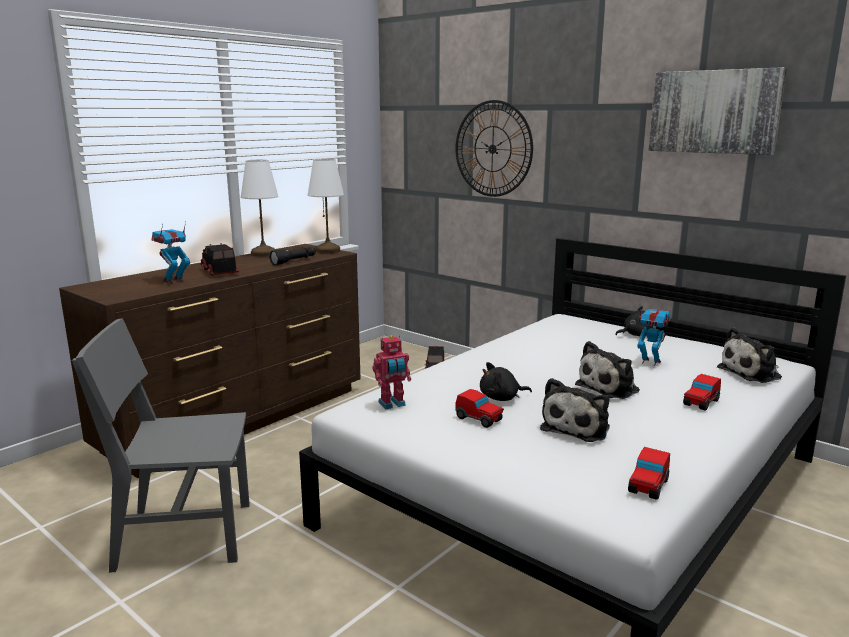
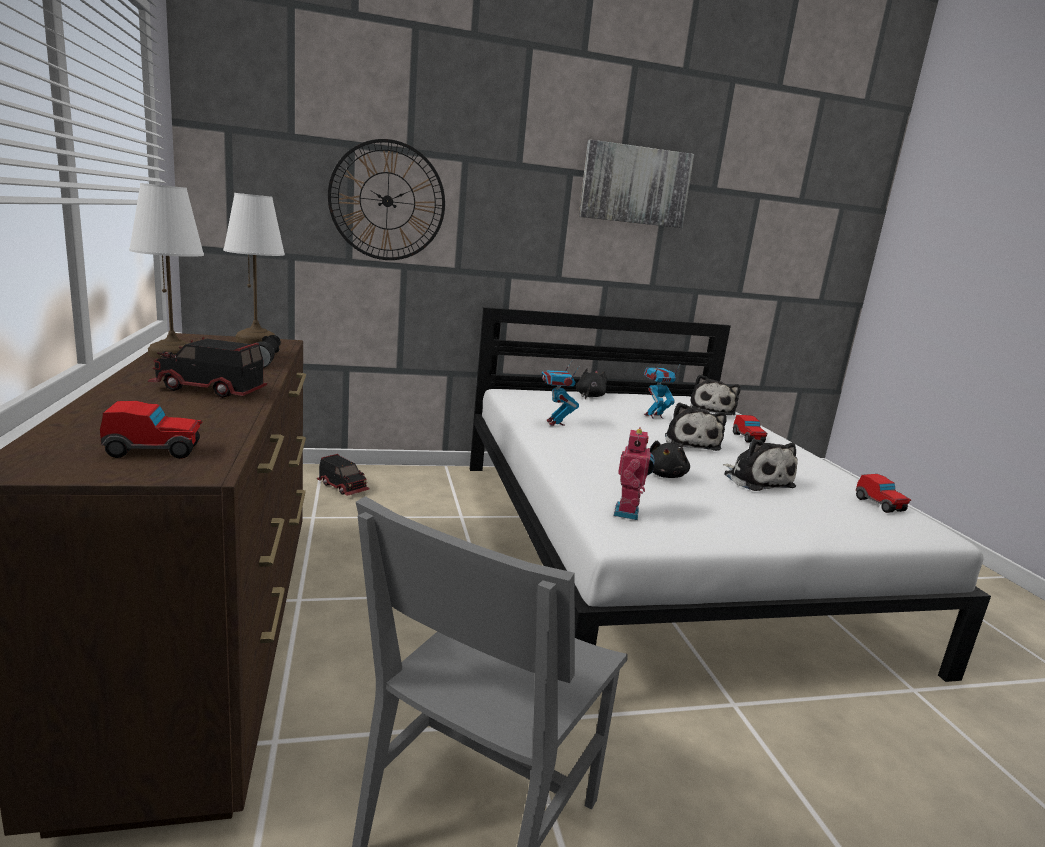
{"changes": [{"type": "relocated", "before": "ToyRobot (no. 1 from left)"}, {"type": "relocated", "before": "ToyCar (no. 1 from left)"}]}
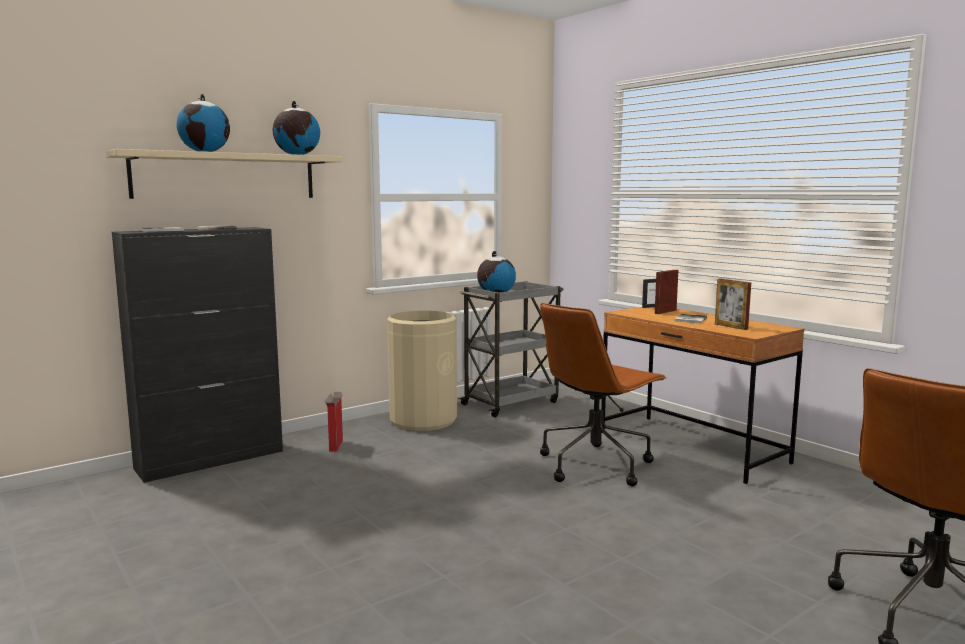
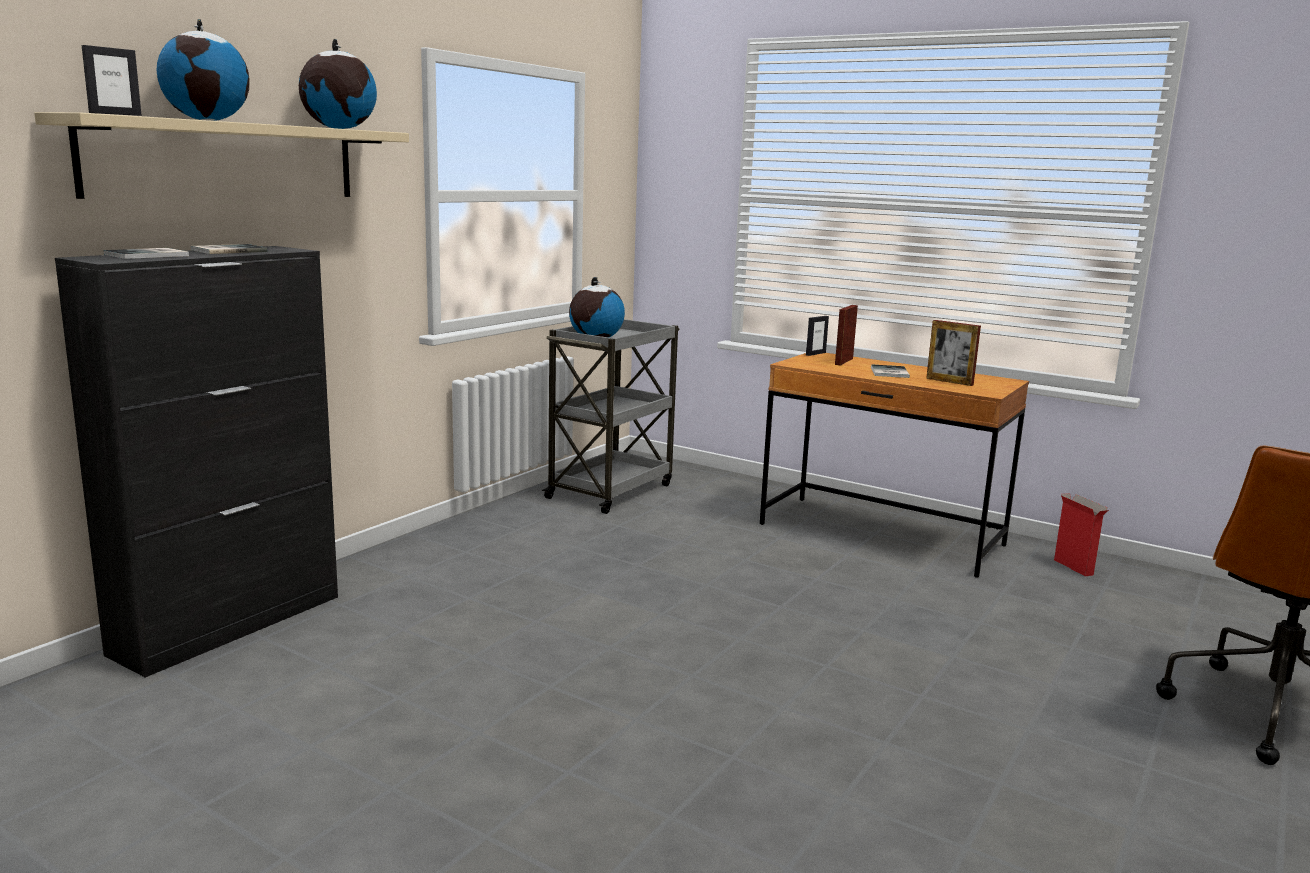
{"changes": [{"type": "missing", "before": "BeigeTrashCan"}, {"type": "missing", "before": "BrownOfficeChair (no. 1 from left)"}, {"type": "appeared", "after": "PictureFrame (no. 1 from left)"}, {"type": "relocated", "before": "CardboardBox"}]}
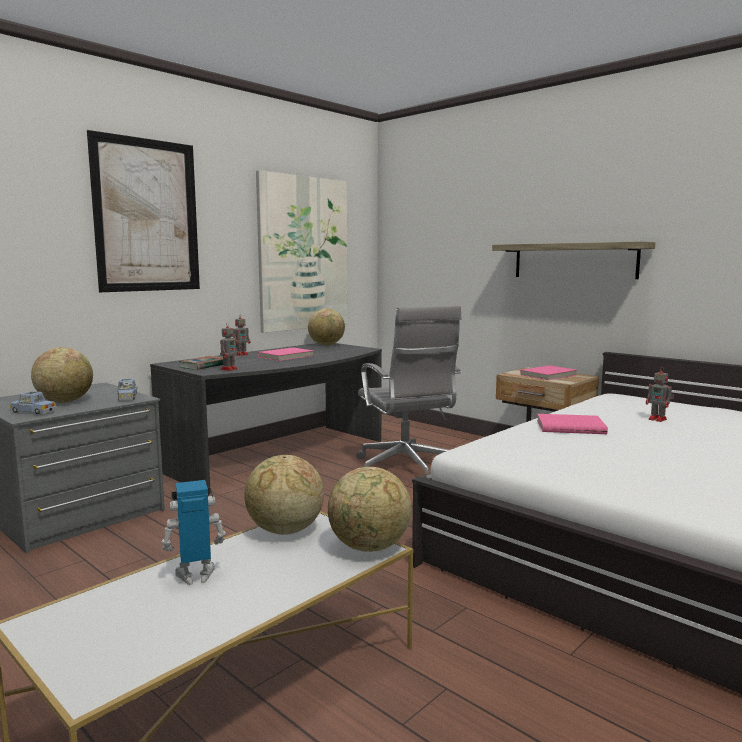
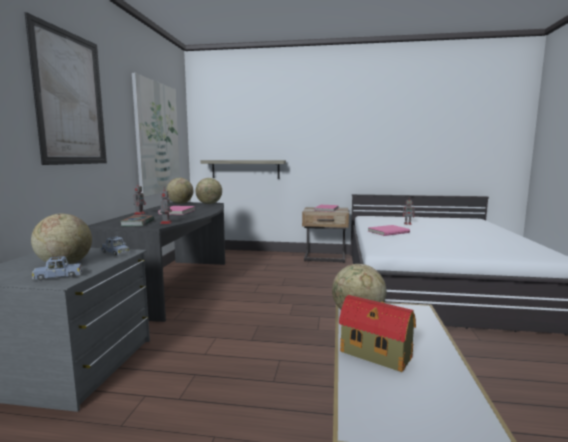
{"changes": [{"type": "missing", "before": "GreyOfficeChair"}, {"type": "relocated", "before": "Globe (no. 4 from left in the first image)", "after": "Globe (no. 3 from left)"}, {"type": "relocated", "before": "Shelf"}, {"type": "exchanged", "before": "ToyRobot (no. 1 from left)", "after": "ToyHouse"}]}
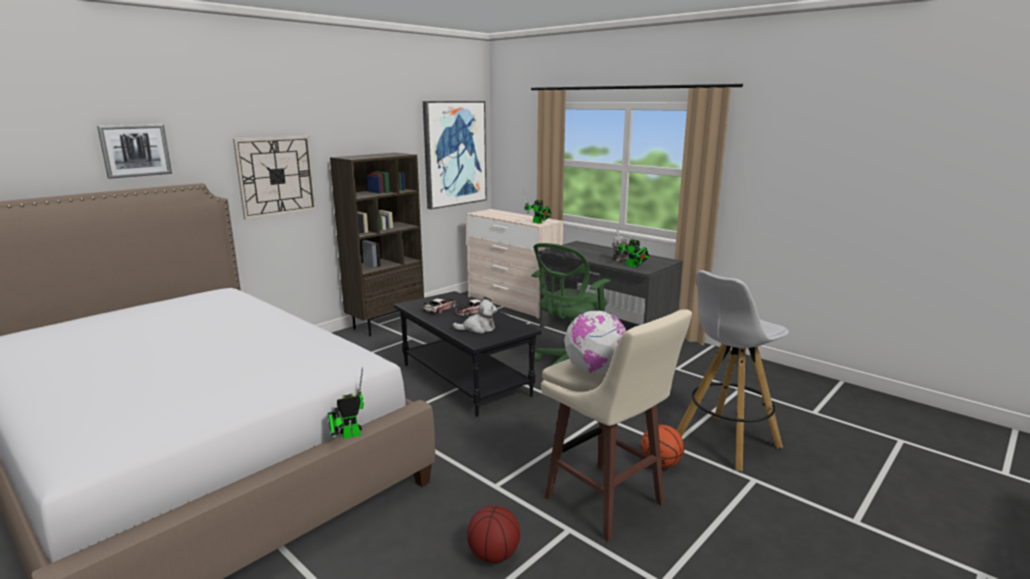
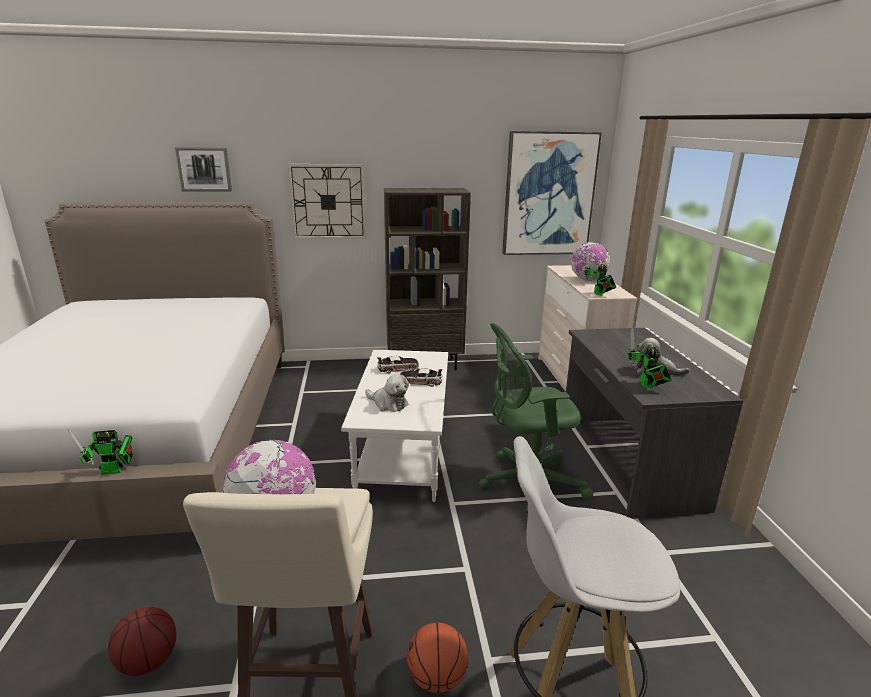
{"changes": [{"type": "appeared", "after": "Globe (no. 2 from left)"}, {"type": "colour", "before": "BlackCoffeeTable", "after": "WhiteCoffeeTable"}, {"type": "spun", "before": "ToyRobot (no. 1 from left)", "turn": 150}]}
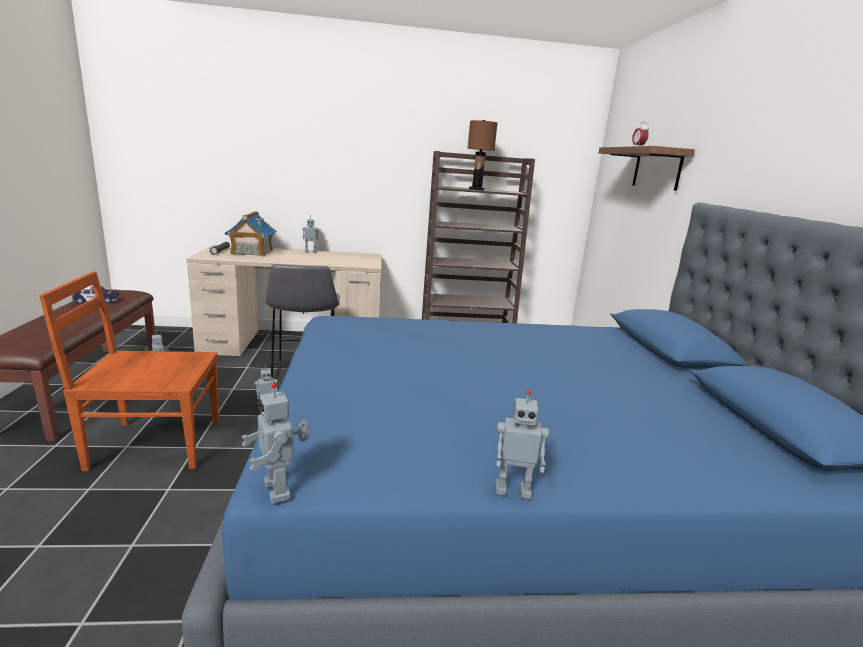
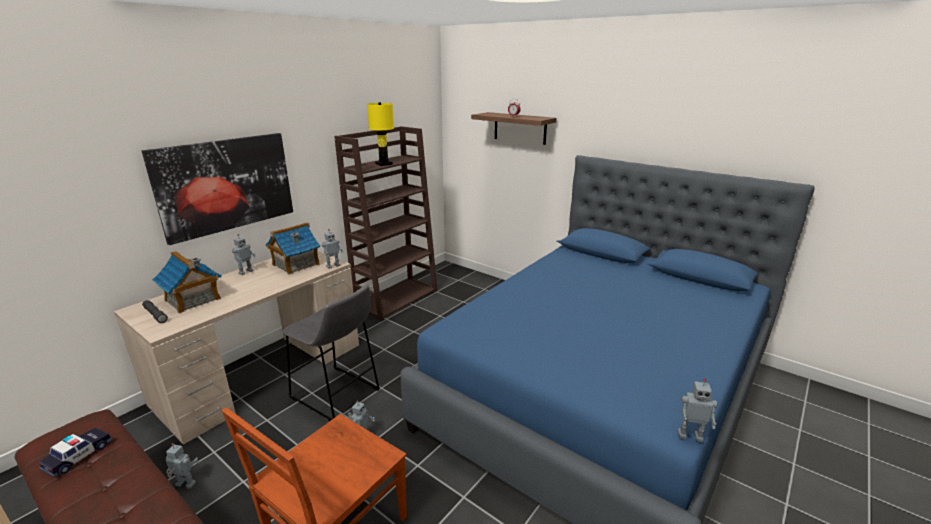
{"changes": [{"type": "appeared", "after": "Picture"}, {"type": "appeared", "after": "ToyHouse (no. 2 from left)"}, {"type": "relocated", "before": "ToyRobot (no. 5 from left in the first image)", "after": "ToyRobot (no. 3 from left)"}, {"type": "colour", "before": "BrownTableLamp", "after": "YellowTableLamp"}]}
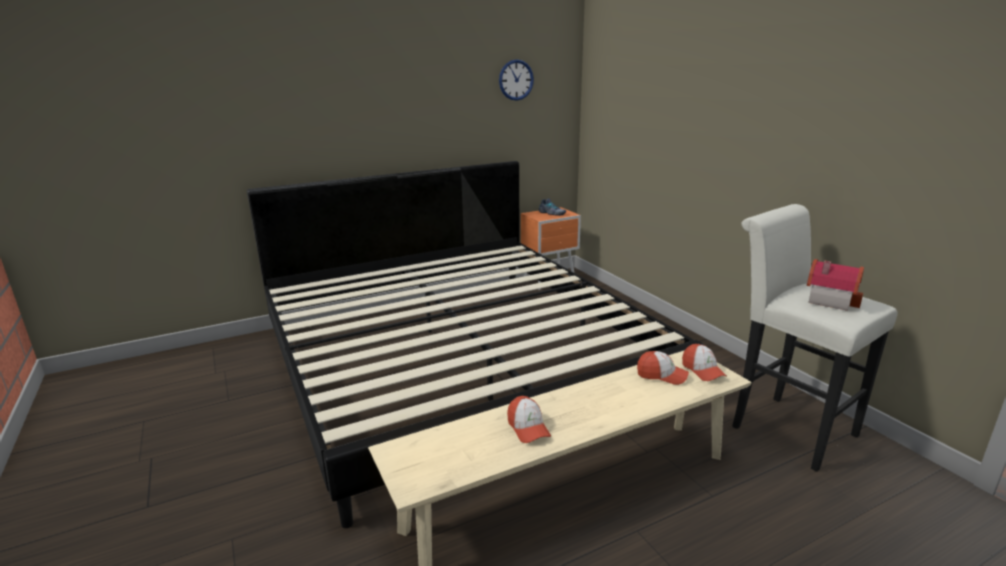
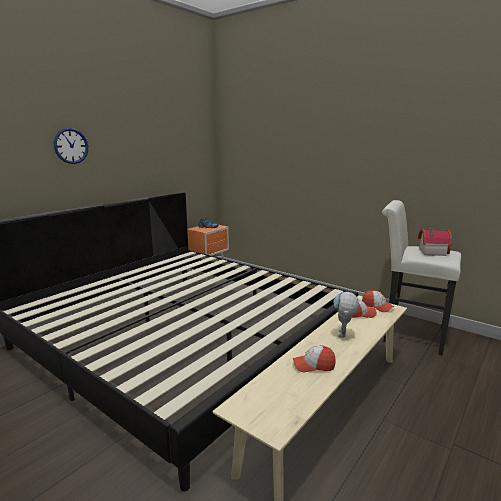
{"changes": [{"type": "appeared", "after": "ToyRobot"}, {"type": "relocated", "before": "WallClock"}, {"type": "spun", "before": "Cap (no. 1 from left)", "turn": 135}]}
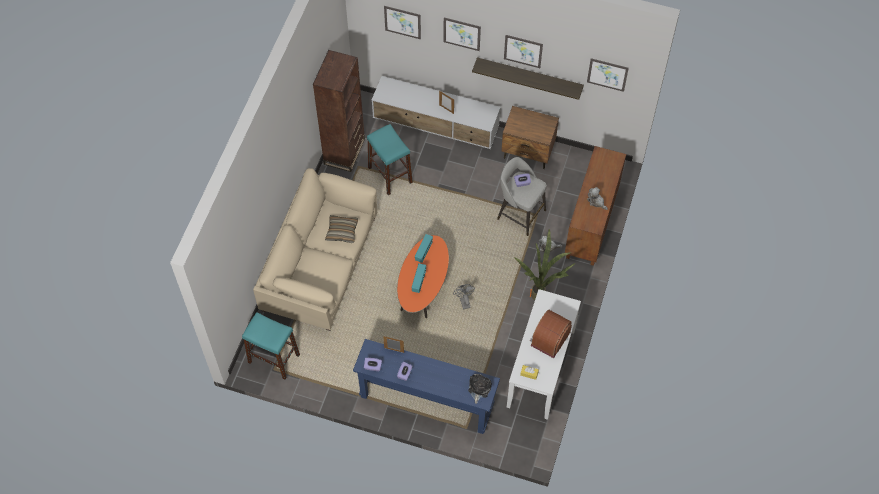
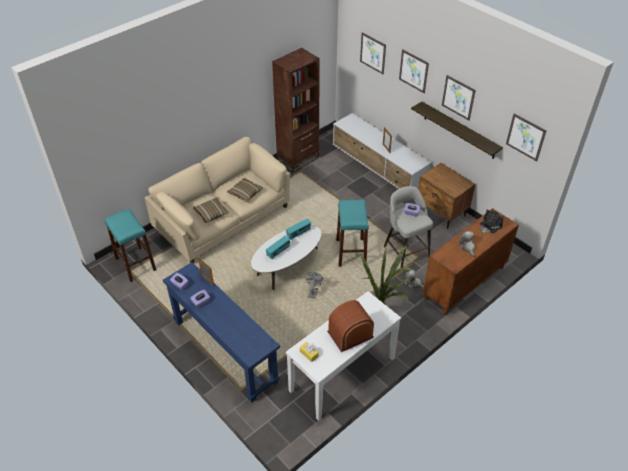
{"changes": [{"type": "appeared", "after": "Pillow (no. 1 from left)"}, {"type": "relocated", "before": "TurquoiseStool (no. 2 from left)"}, {"type": "relocated", "before": "PlushToy (no. 1 from left in the first image)", "after": "PlushToy (no. 3 from left)"}, {"type": "colour", "before": "OrangeCoffeeTable", "after": "WhiteCoffeeTable"}]}
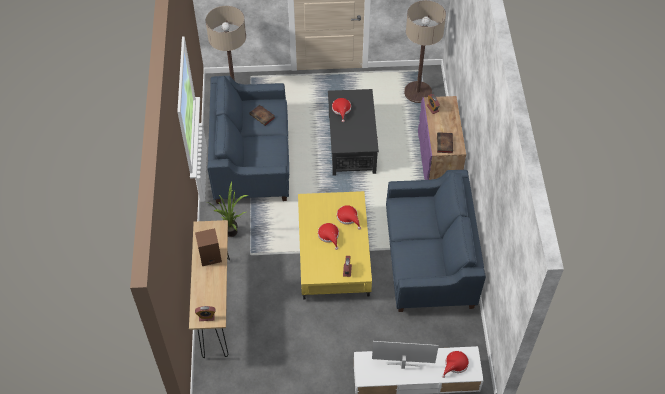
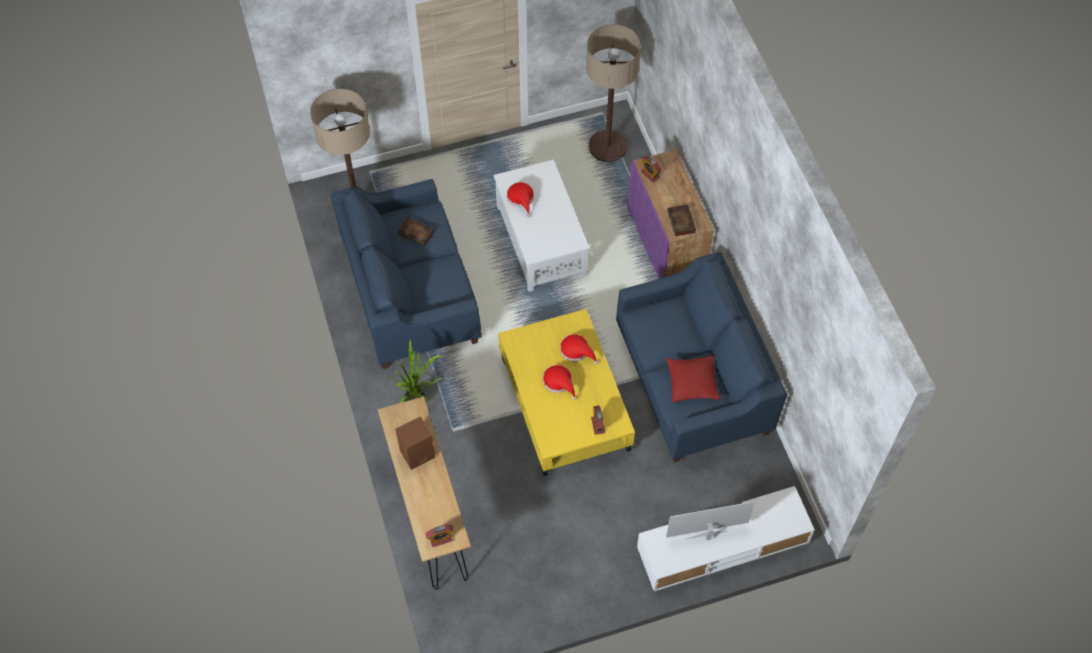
{"changes": [{"type": "missing", "before": "RedHat (no. 4 from left)"}, {"type": "appeared", "after": "RedPillow"}, {"type": "colour", "before": "BlackCoffeeTable", "after": "WhiteCoffeeTable"}]}
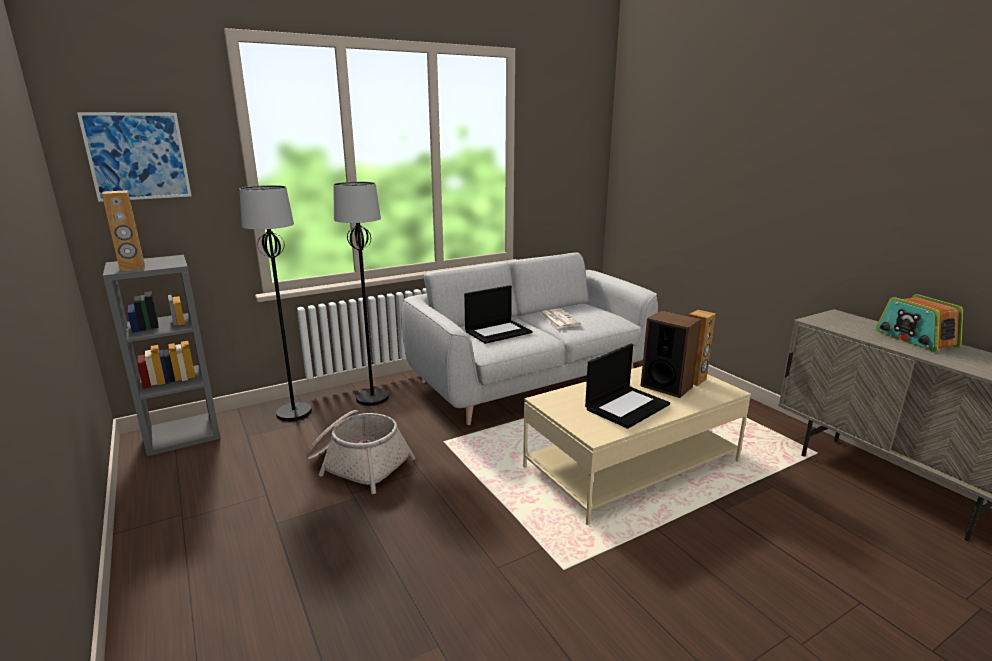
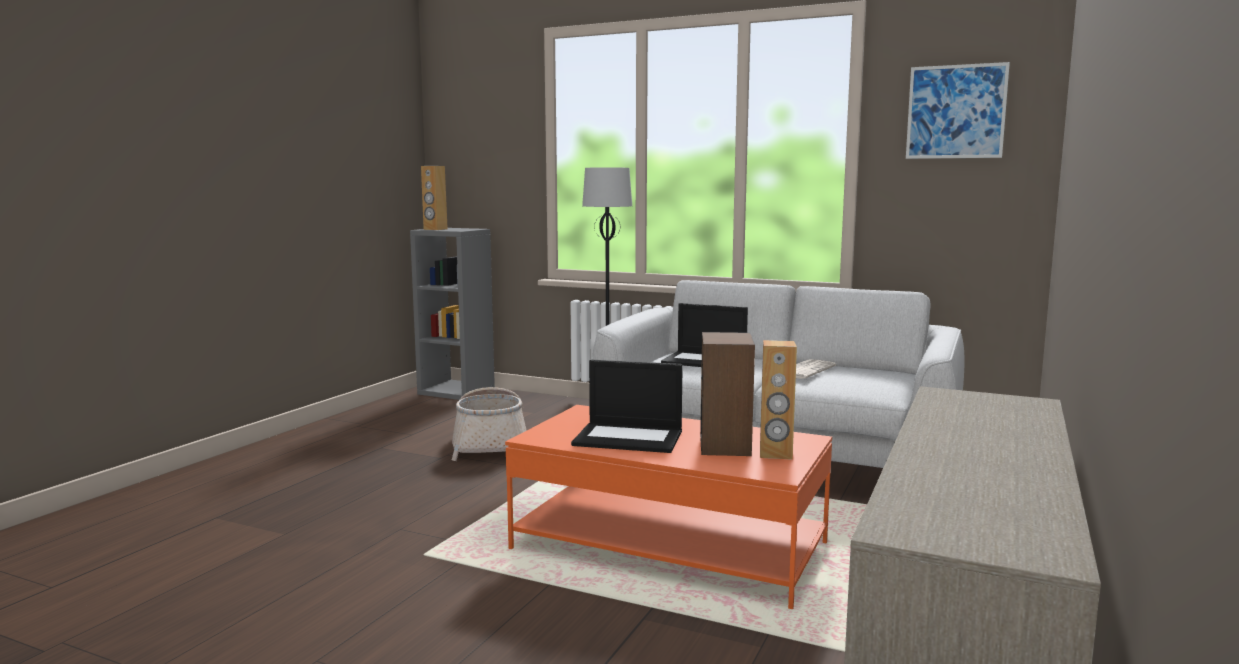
{"changes": [{"type": "missing", "before": "BlackFloorLamp (no. 1 from left)"}, {"type": "missing", "before": "Radio"}, {"type": "relocated", "before": "Picture"}, {"type": "colour", "before": "BeigeCoffeeTable", "after": "OrangeCoffeeTable"}]}
